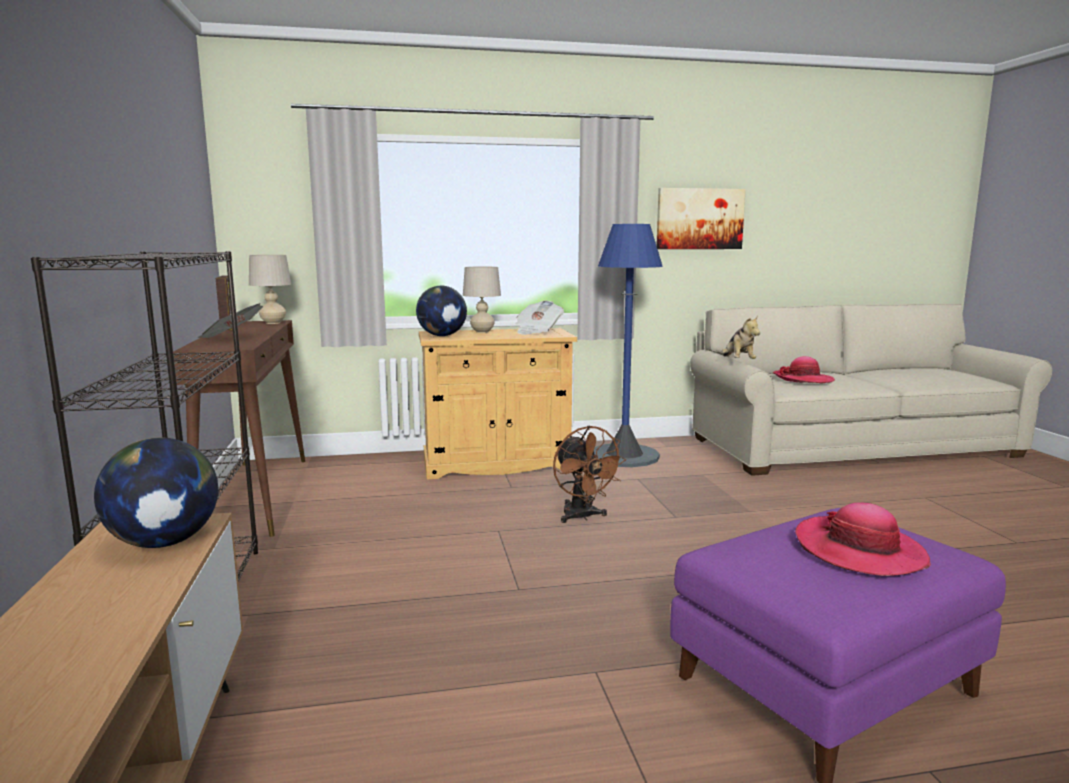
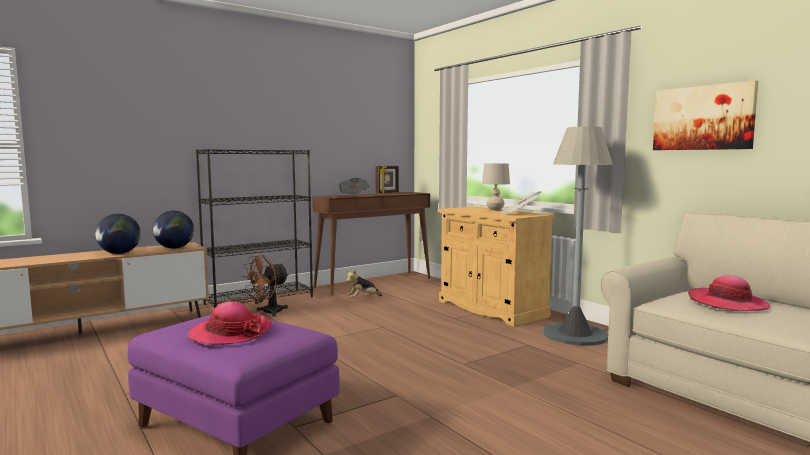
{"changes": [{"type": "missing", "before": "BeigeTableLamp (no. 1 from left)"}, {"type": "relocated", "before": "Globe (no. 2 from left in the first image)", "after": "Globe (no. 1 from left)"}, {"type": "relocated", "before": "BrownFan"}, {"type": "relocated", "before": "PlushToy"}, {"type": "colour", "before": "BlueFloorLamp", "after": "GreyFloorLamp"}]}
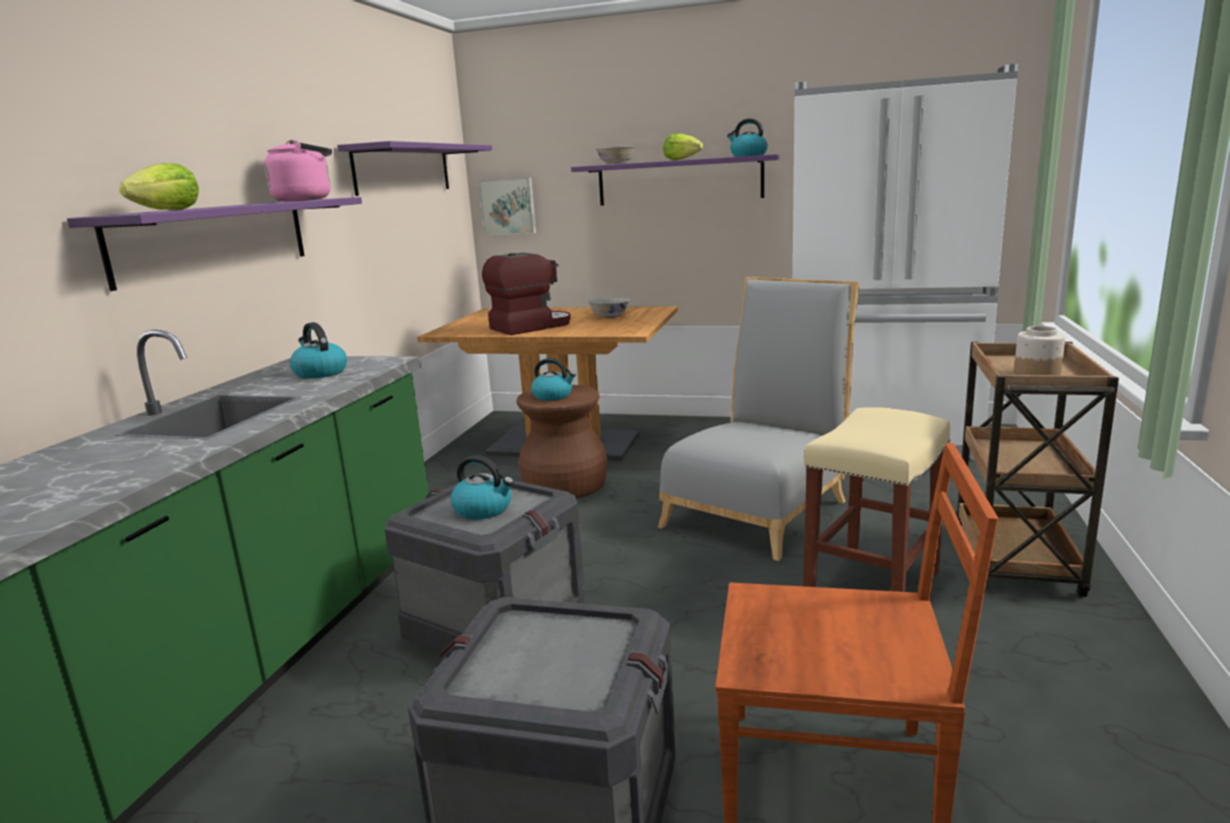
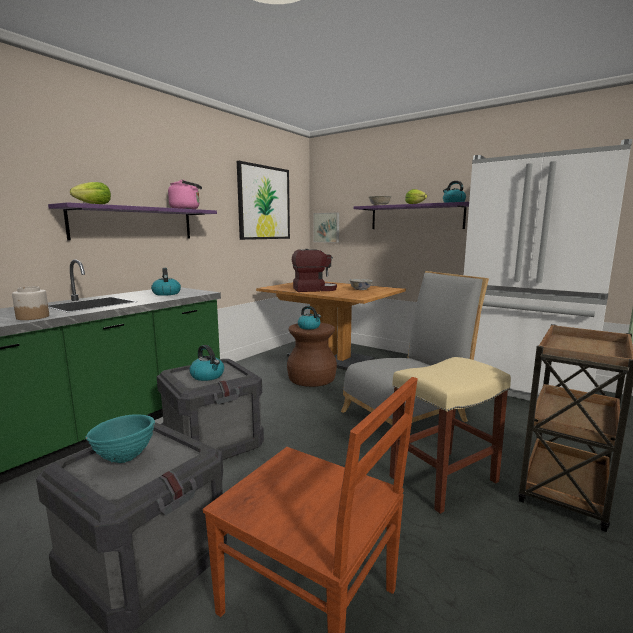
{"changes": [{"type": "appeared", "after": "TurquoiseBowl"}, {"type": "relocated", "before": "Jar"}, {"type": "exchanged", "before": "PurpleShelf (no. 2 from left)", "after": "Picture (no. 1 from left)"}]}
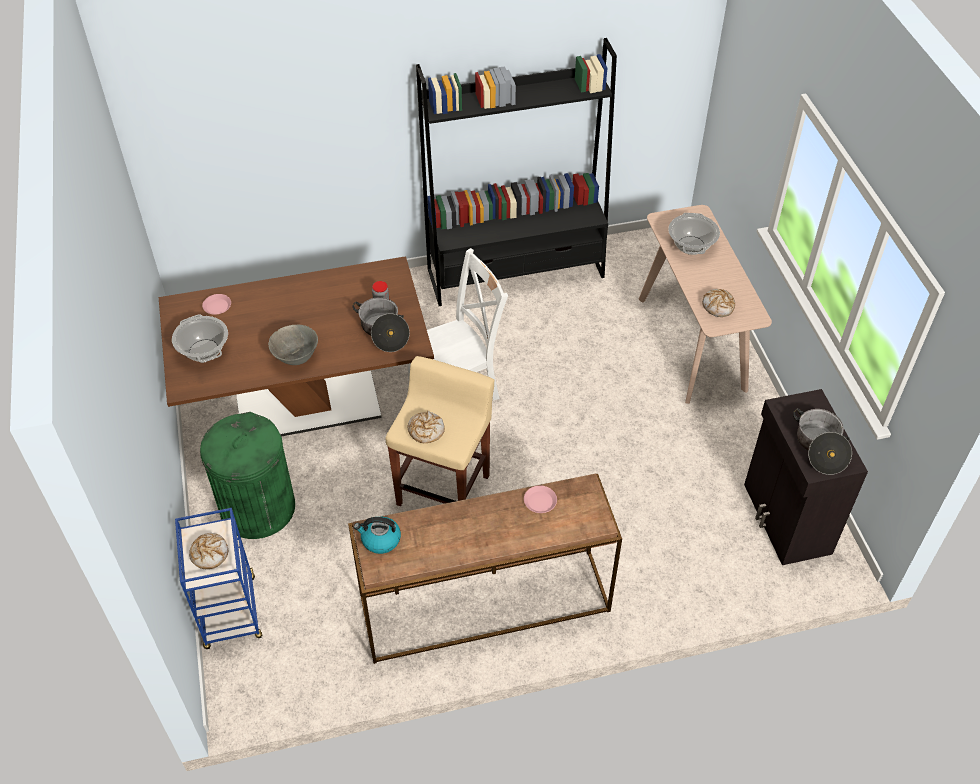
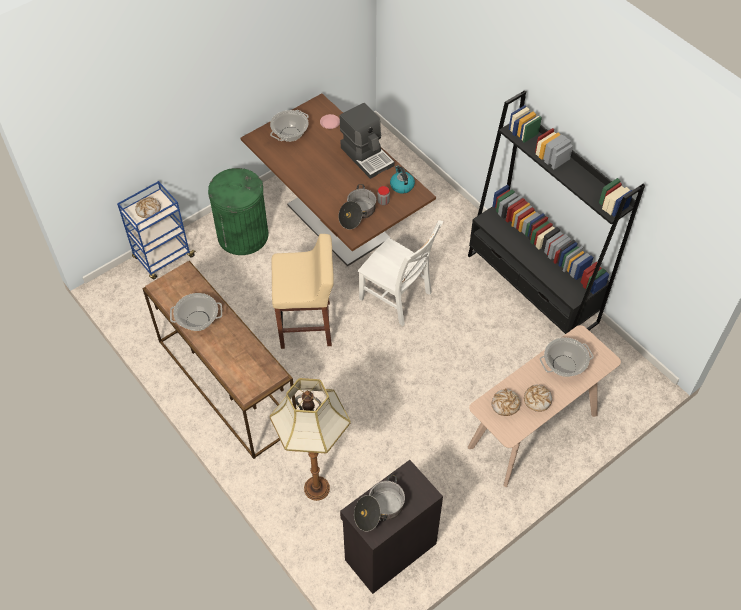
{"changes": [{"type": "missing", "before": "GreyBowl"}, {"type": "missing", "before": "PinkPlate (no. 2 from left)"}, {"type": "appeared", "after": "CookingPot (no. 1 from left)"}, {"type": "appeared", "after": "FloorLamp"}, {"type": "appeared", "after": "CoffeeMachine"}, {"type": "relocated", "before": "Kettle"}, {"type": "relocated", "before": "Bread (no. 2 from left in the first image)", "after": "Bread (no. 3 from left)"}]}
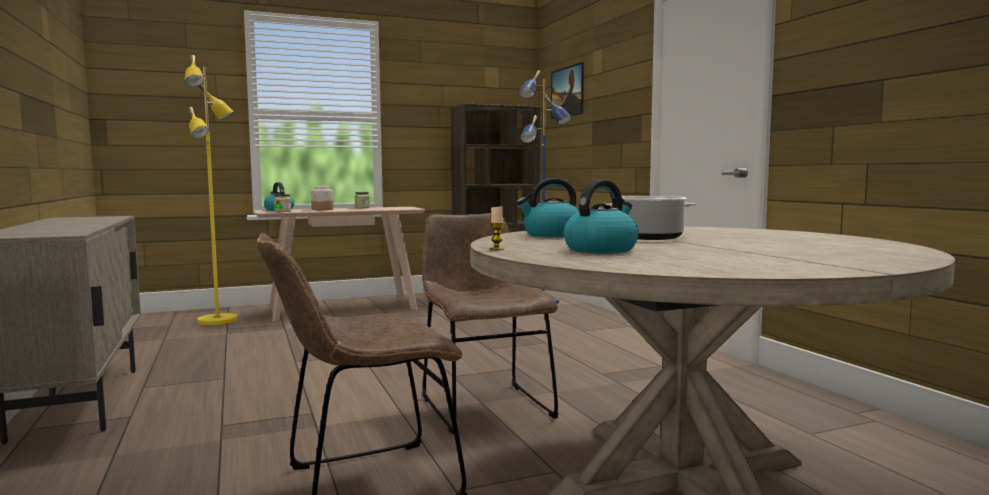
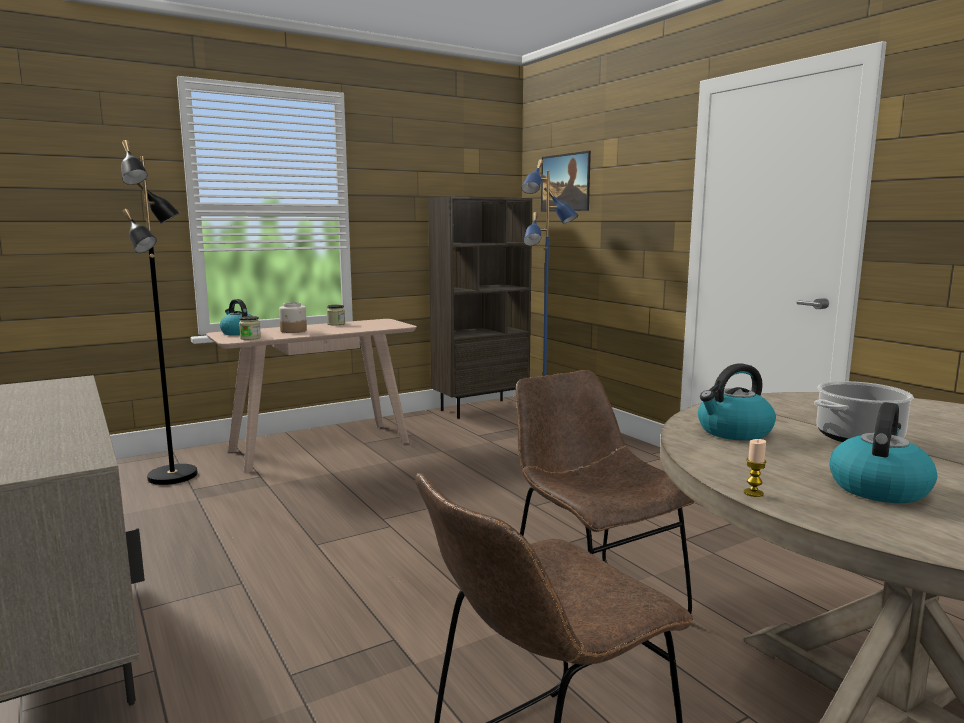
{"changes": [{"type": "colour", "before": "YellowFloorLamp", "after": "BlackFloorLamp"}]}
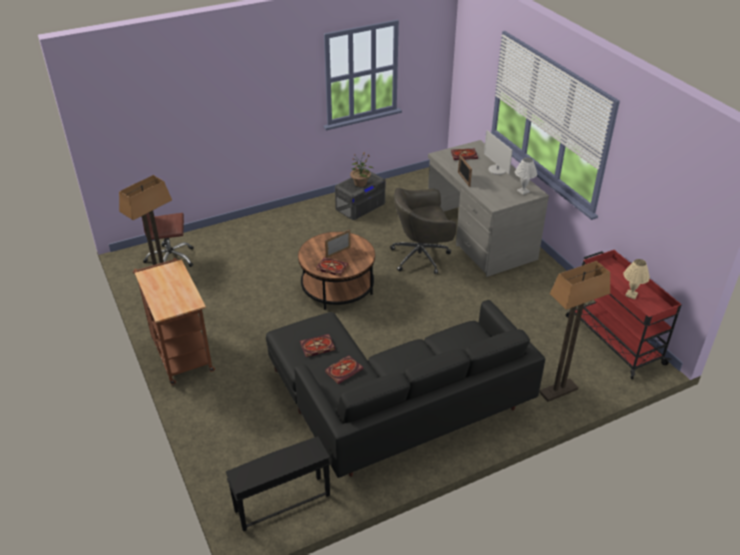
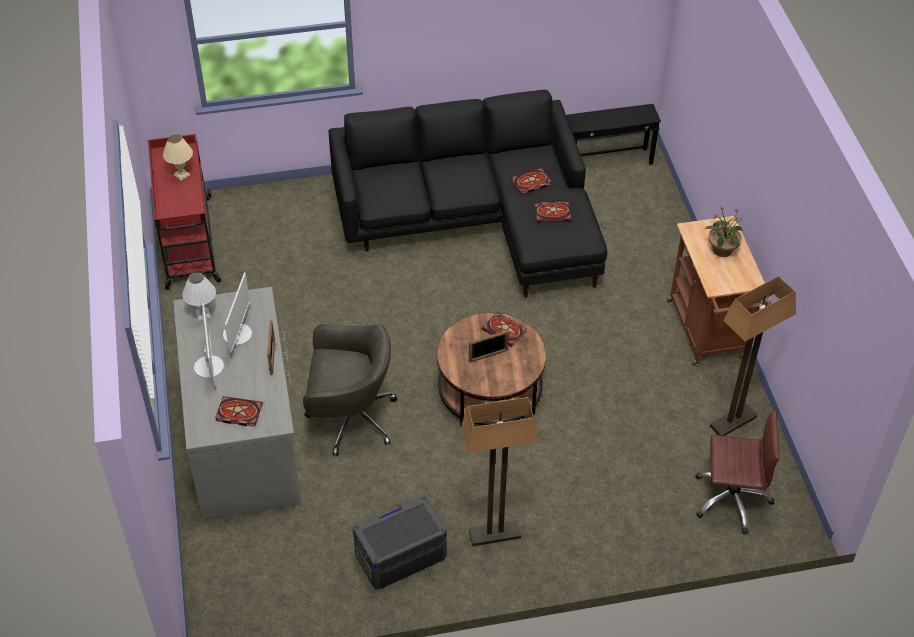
{"changes": [{"type": "appeared", "after": "Monitor (no. 2 from left)"}, {"type": "relocated", "before": "PottedPlant"}, {"type": "relocated", "before": "FloorLamp (no. 2 from left in the first image)", "after": "FloorLamp (no. 1 from left)"}]}
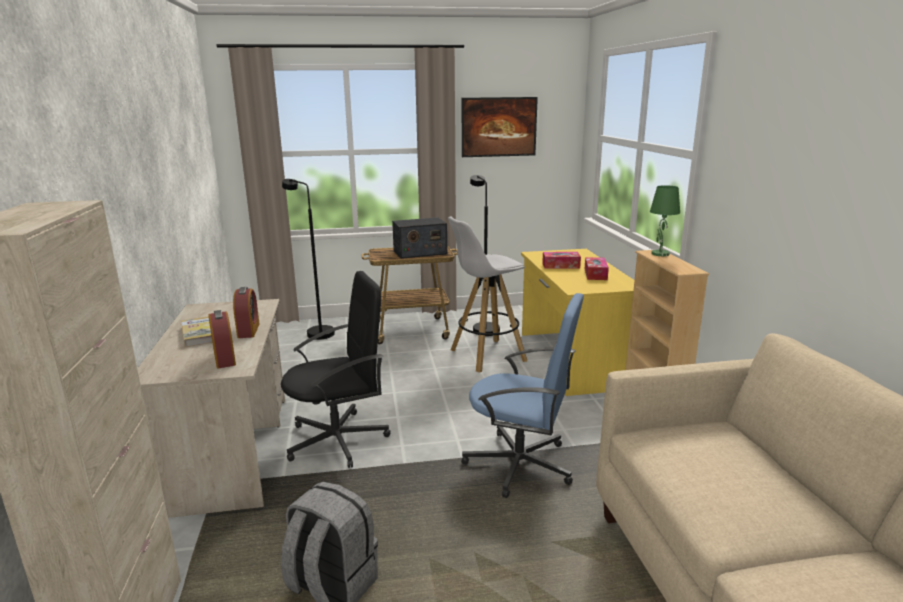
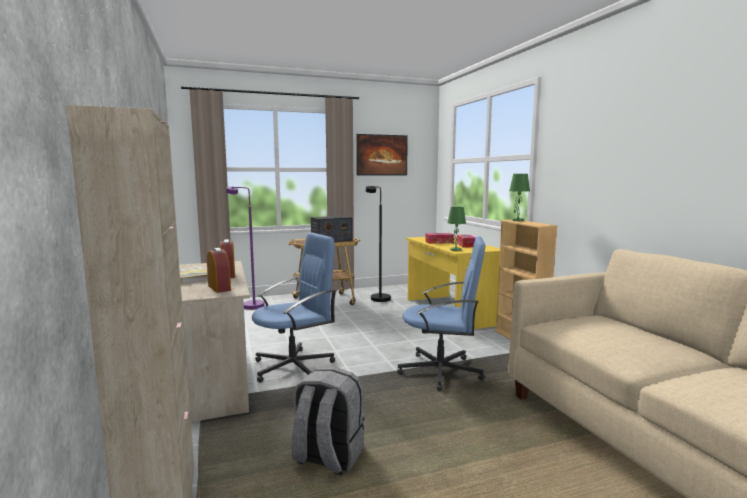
{"changes": [{"type": "missing", "before": "WhiteStool"}, {"type": "appeared", "after": "GreenTableLamp (no. 1 from left)"}, {"type": "colour", "before": "BlackOfficeChair", "after": "BlueOfficeChair (no. 1 from left)"}, {"type": "colour", "before": "BlackFloorLamp (no. 1 from left)", "after": "PurpleFloorLamp"}]}
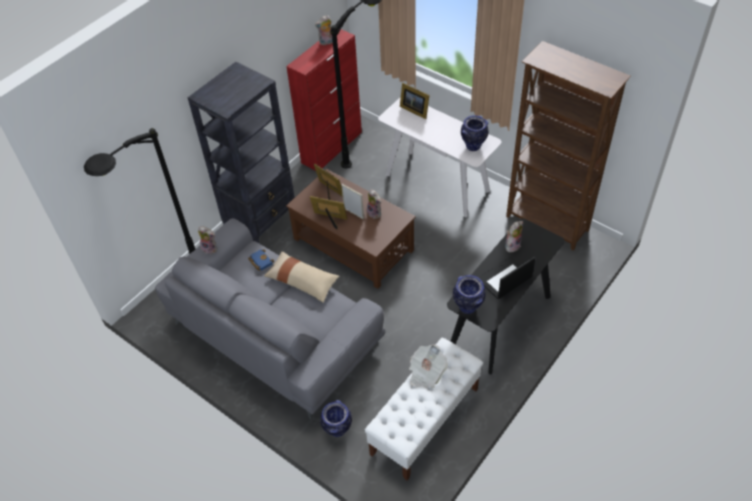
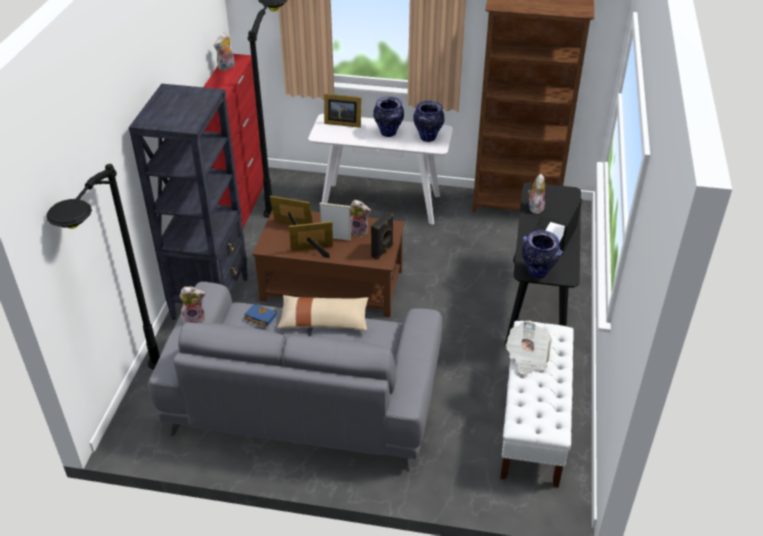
{"changes": [{"type": "appeared", "after": "BlackSpeaker"}, {"type": "relocated", "before": "Vase (no. 1 from left)"}]}
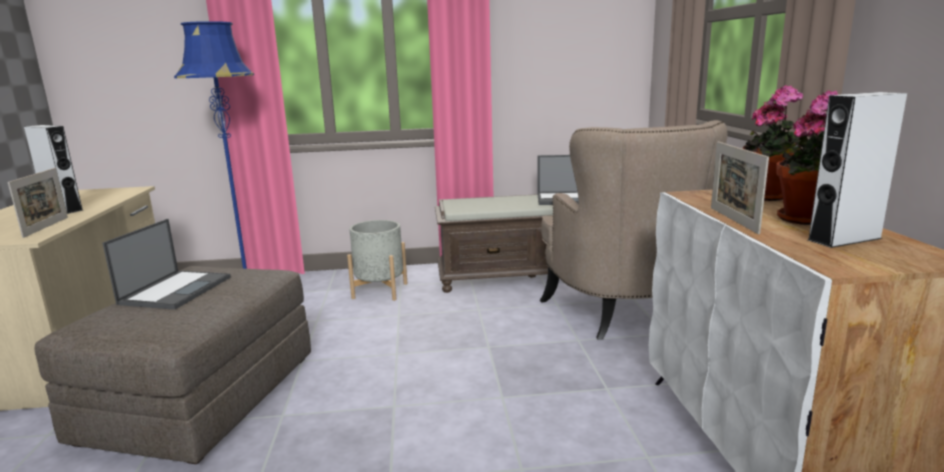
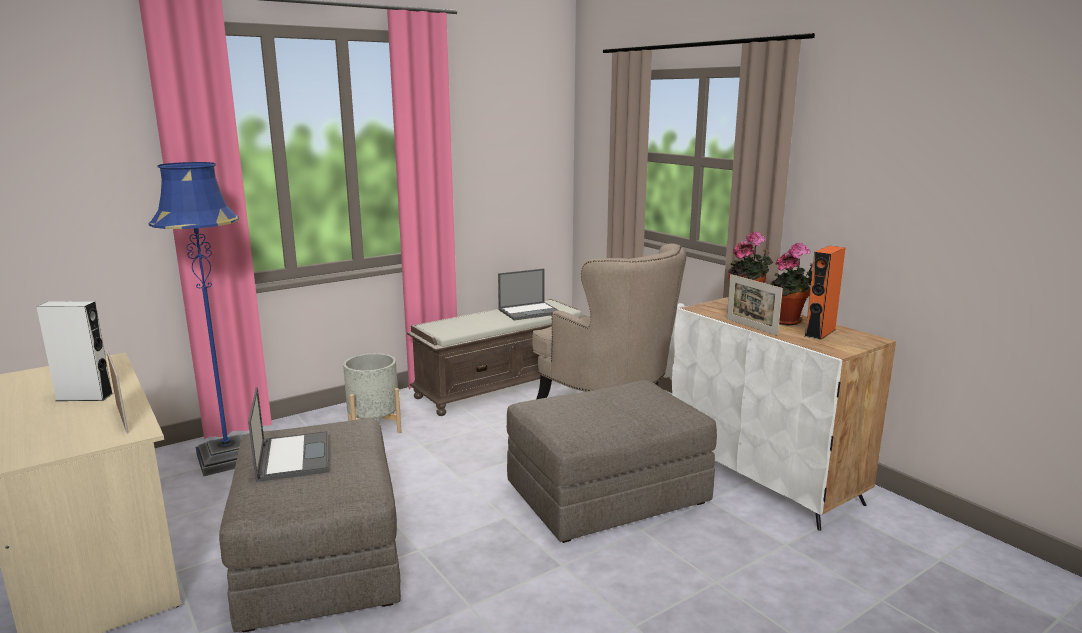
{"changes": [{"type": "appeared", "after": "GreyOttoman (no. 2 from left)"}, {"type": "colour", "before": "WhiteSpeaker (no. 2 from left)", "after": "OrangeSpeaker"}]}
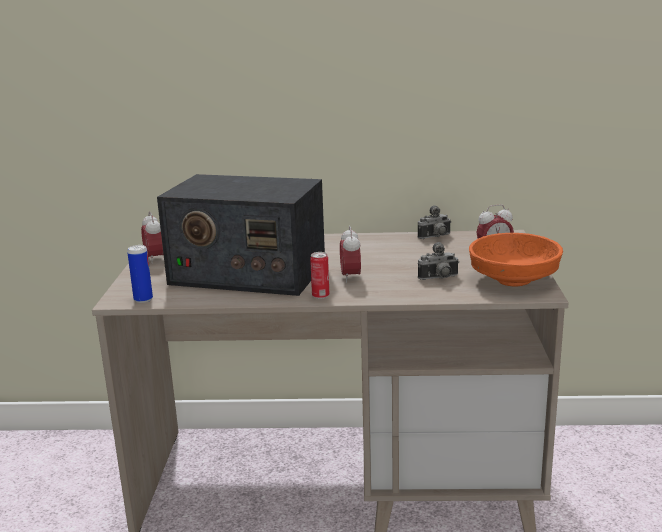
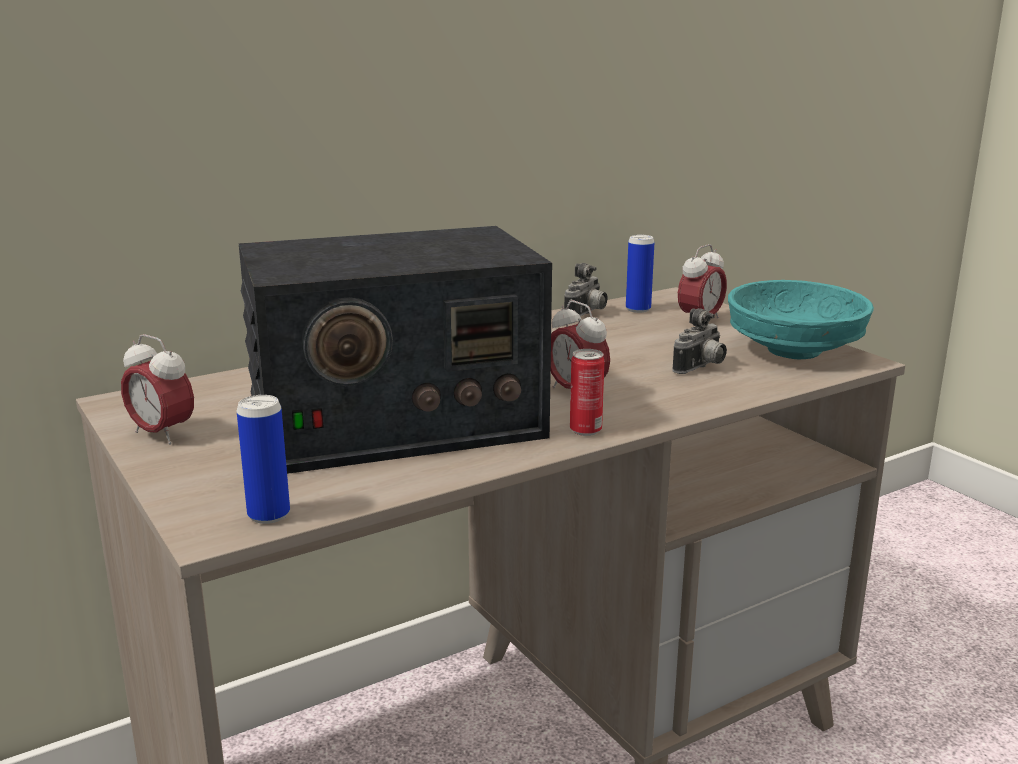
{"changes": [{"type": "appeared", "after": "Can (no. 3 from left)"}, {"type": "colour", "before": "OrangeBowl", "after": "TurquoiseBowl"}]}
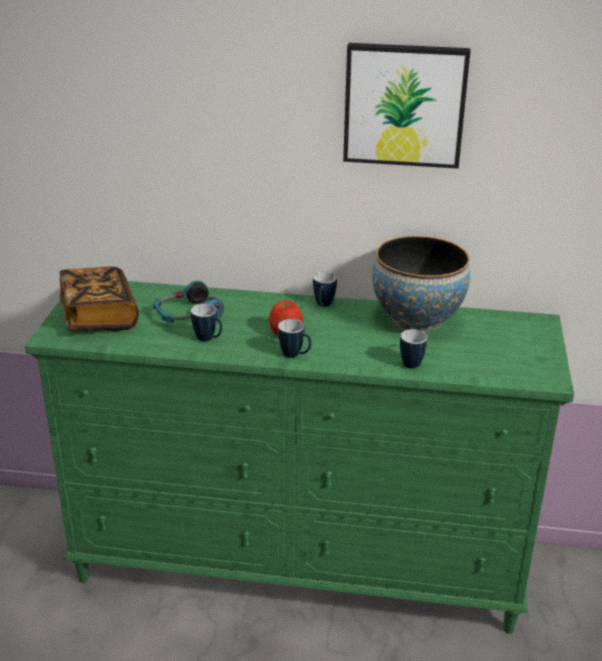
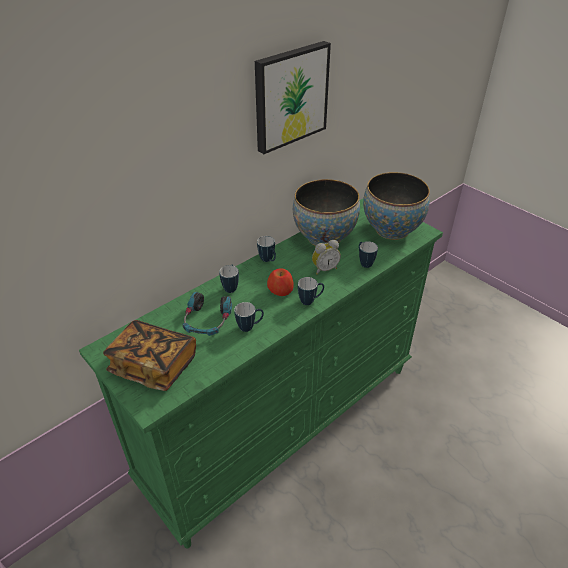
{"changes": [{"type": "appeared", "after": "Mug (no. 1 from left)"}, {"type": "appeared", "after": "AlarmClock"}, {"type": "appeared", "after": "Bowl (no. 2 from left)"}]}
